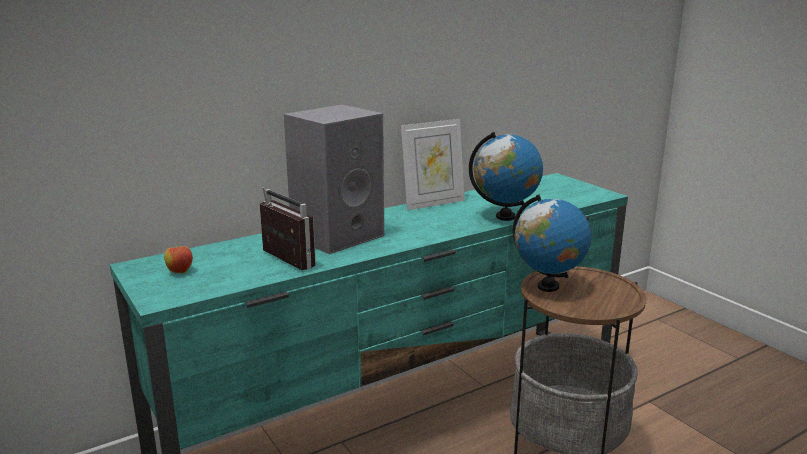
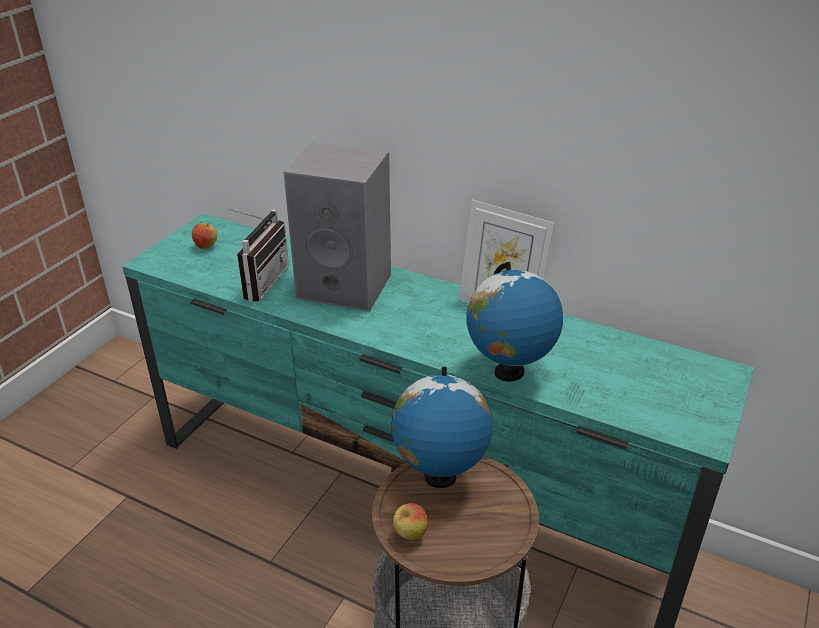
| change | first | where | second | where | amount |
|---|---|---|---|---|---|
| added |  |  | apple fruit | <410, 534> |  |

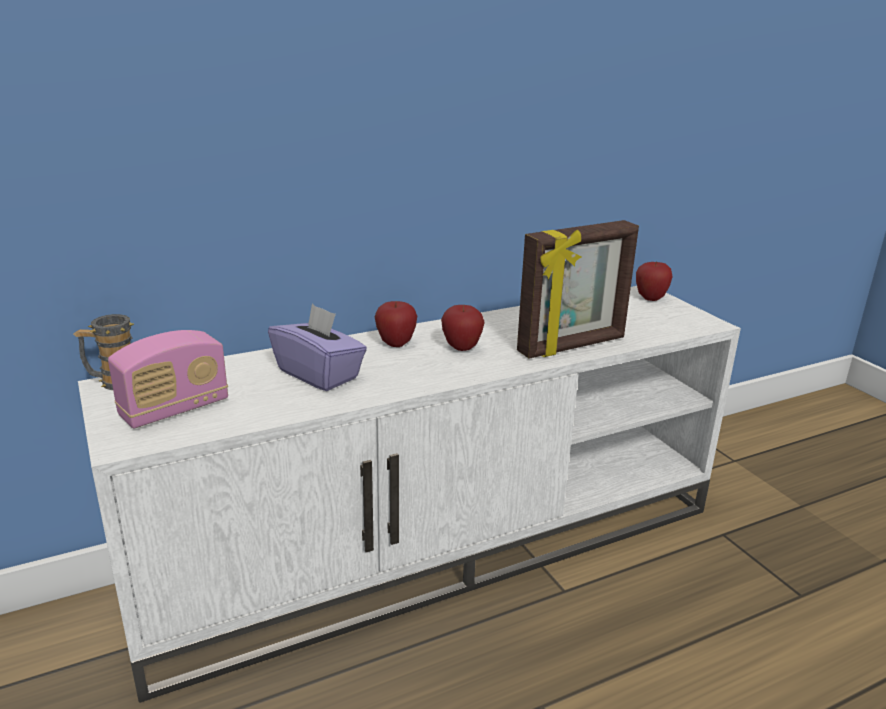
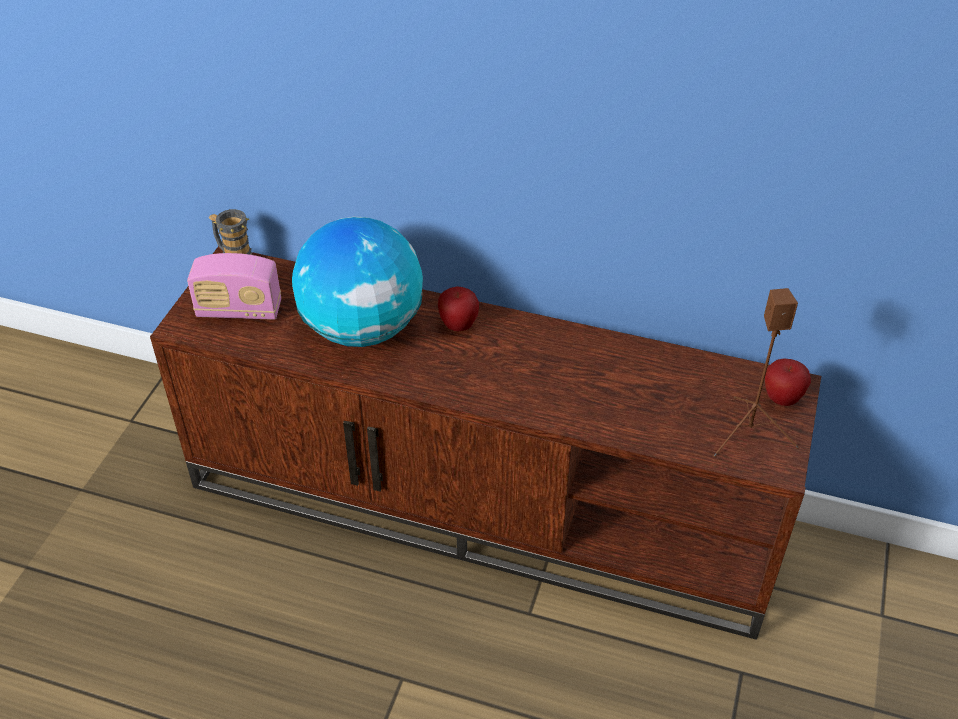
| change | first | where | second | where | amount |
|---|---|---|---|---|---|
| removed | apple fruit | <461, 348> |  |  |  |
| removed | standing frame | <572, 346> |  |  |  |
| added |  |  | brown-coloured speaker | <750, 433> |  |
| replaced | purplish tissue holder | <319, 374> | globe | <362, 328> |  |
| recoloured | white-coloured tv stand | <437, 546> | brown-coloured tv stand | <484, 505> |  |

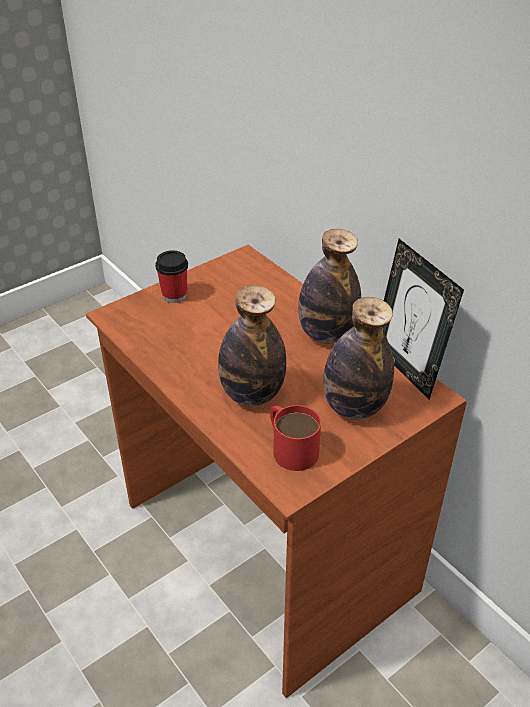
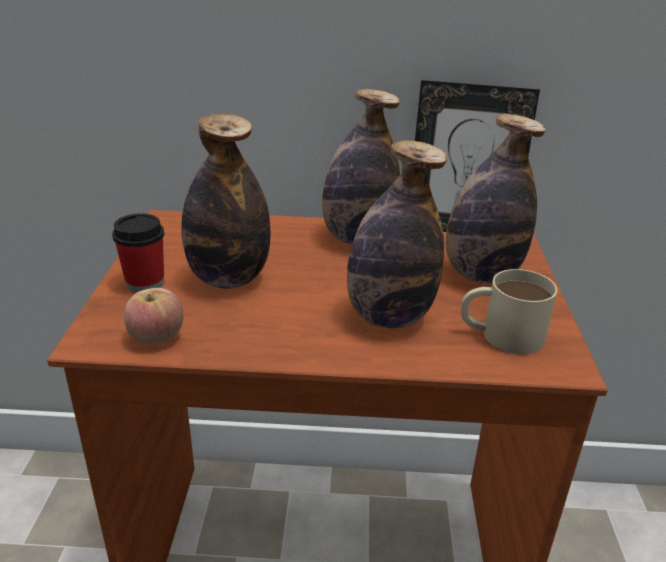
| change | first | where | second | where | amount |
|---|---|---|---|---|---|
| added |  |  | apple fruit | <156, 337> |  |
| added |  |  | drink bottle | <228, 279> |  |
| recoloured | red-coloured coffee mug | <290, 447> | beige-coloured coffee mug | <500, 334> |  |

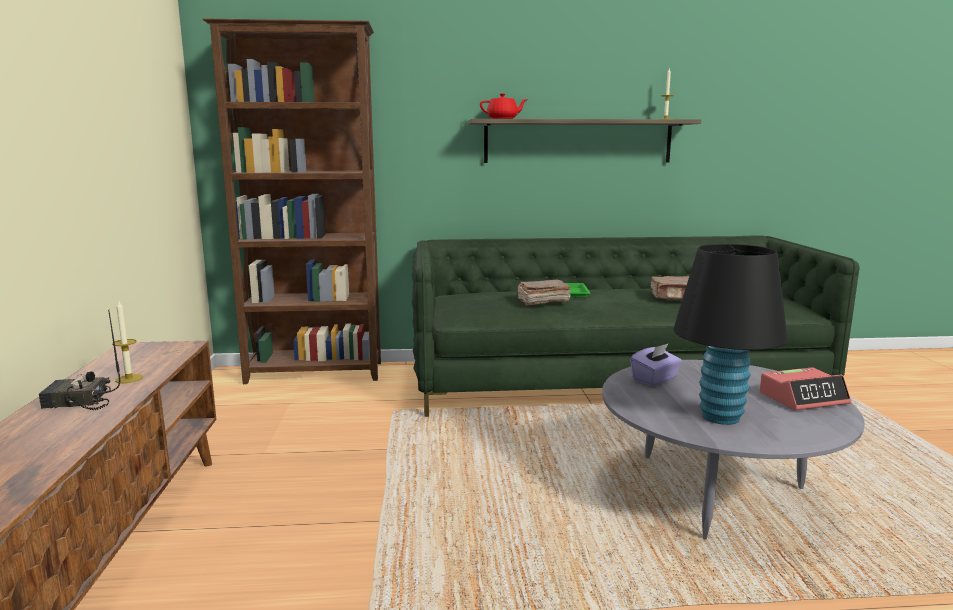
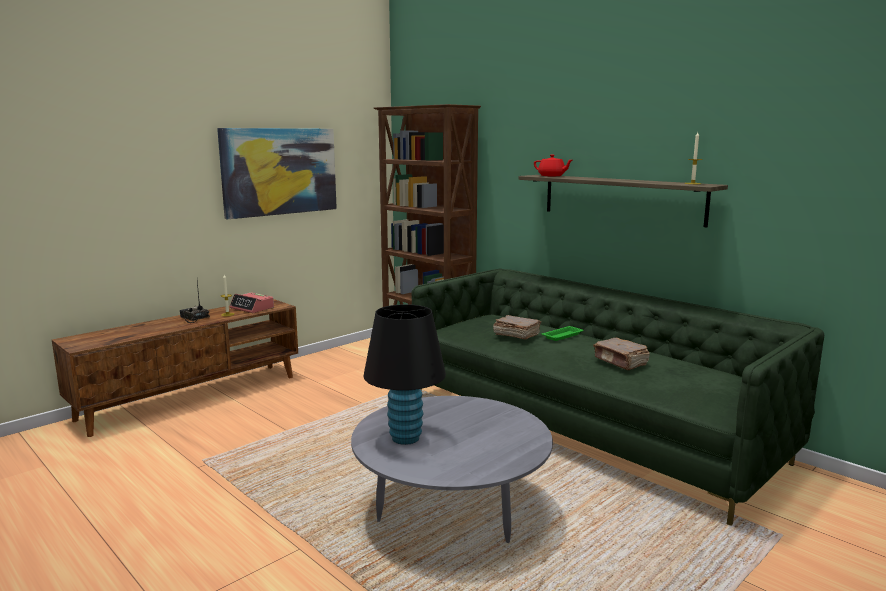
| change | first | where | second | where | amount |
|---|---|---|---|---|---|
| removed | purplish tissue holder | <655, 379> |  |  |  |
| added |  |  | wall art | <280, 171> |  |
| moved | alarm clock | <803, 398> |  | <252, 308> |  |

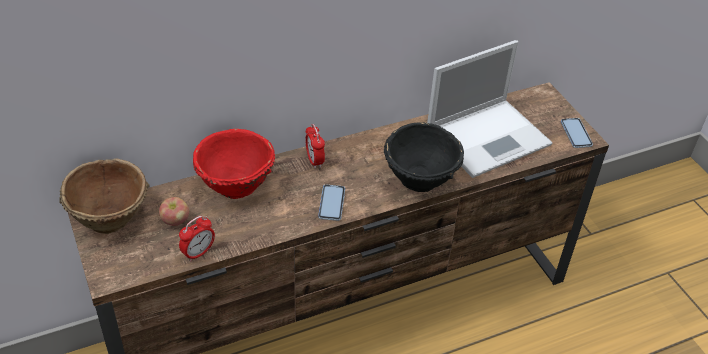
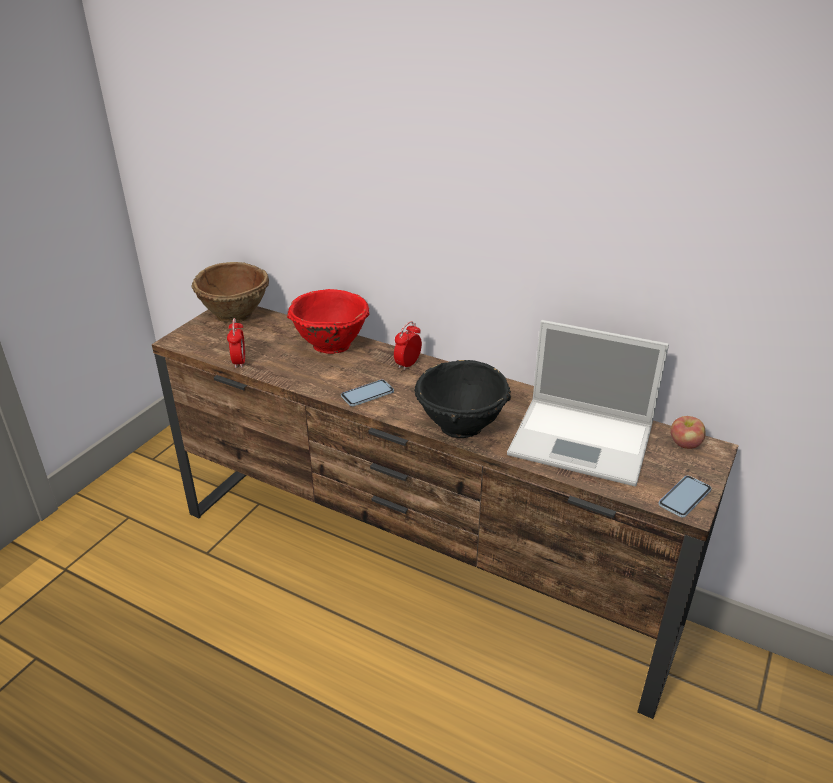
| change | first | where | second | where | amount |
|---|---|---|---|---|---|
| moved | apple fruit | <175, 221> |  | <685, 444> |  |
| turned | alarm clock | <198, 253> |  | <239, 362> | 105 degrees counterclockwise |

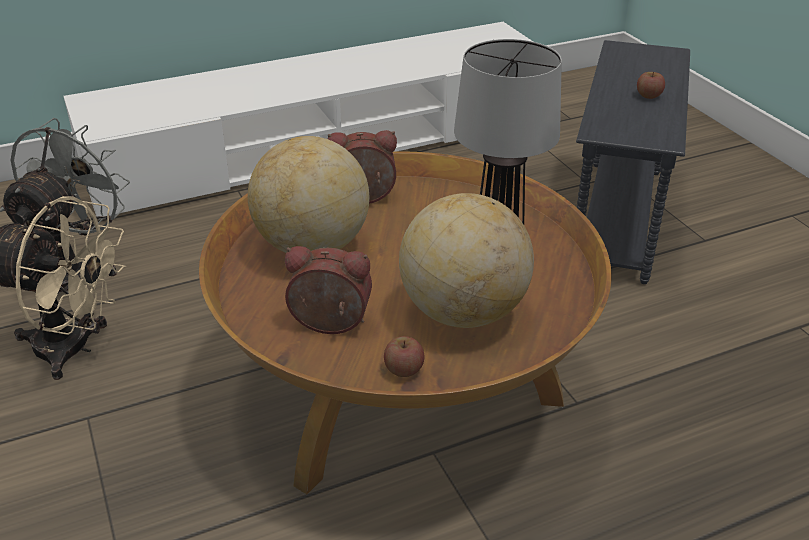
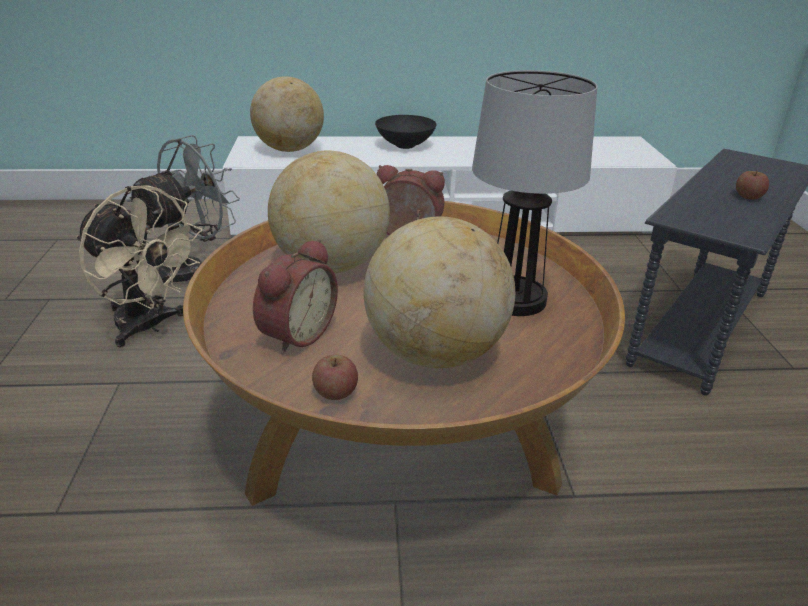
| change | first | where | second | where | amount |
|---|---|---|---|---|---|
| added |  |  | globe | <290, 150> |  |
| added |  |  | blackish serving bowl | <404, 145> |  |
| turned | alarm clock | <330, 325> |  | <294, 334> | 90 degrees clockwise |

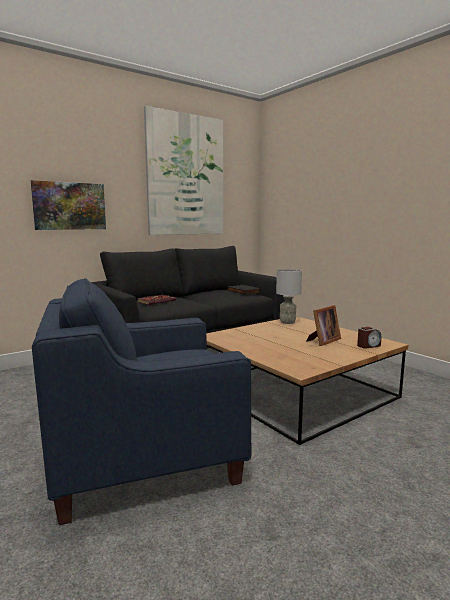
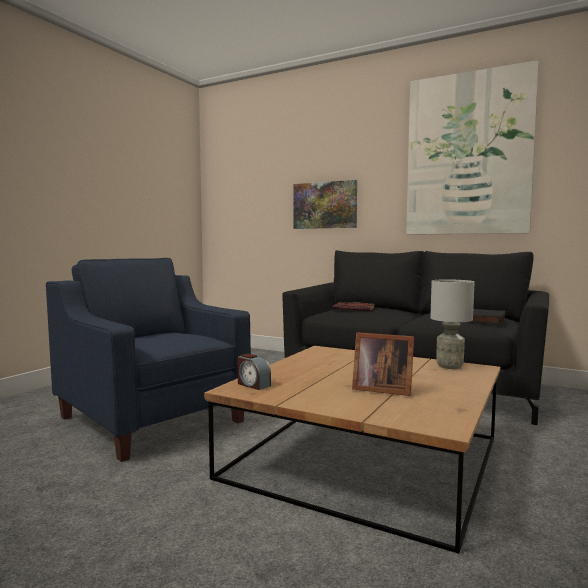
| change | first | where | second | where | amount |
|---|---|---|---|---|---|
| moved | alarm clock | <368, 346> |  | <253, 385> |  |

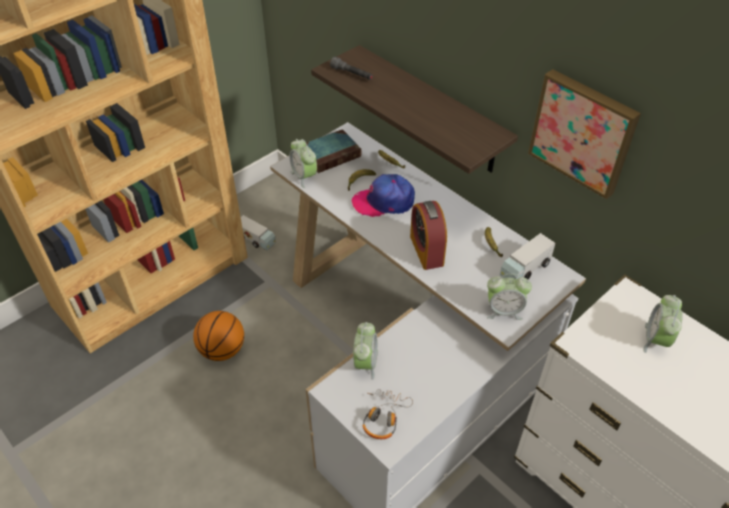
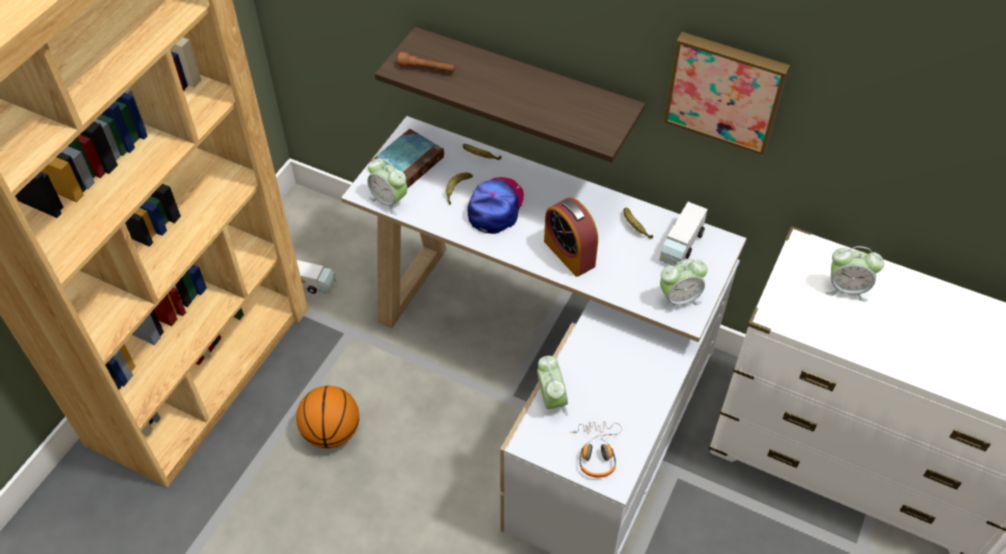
| change | first | where | second | where | amount |
|---|---|---|---|---|---|
| recoloured | gray flashlight | <352, 74> | brown-coloured flashlight | <427, 69> |  |
| turned | cap | <384, 201> |  | <496, 207> | 135 degrees clockwise |
| turned | alarm clock | <656, 340> |  | <846, 288> | 75 degrees counterclockwise |

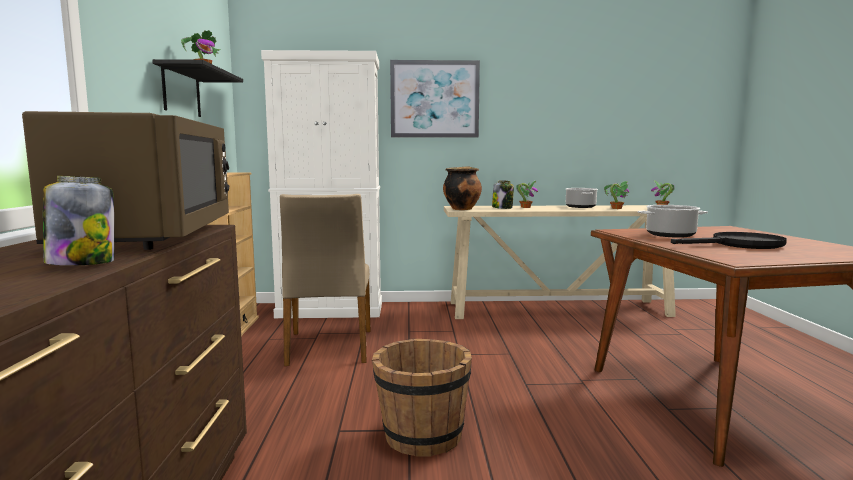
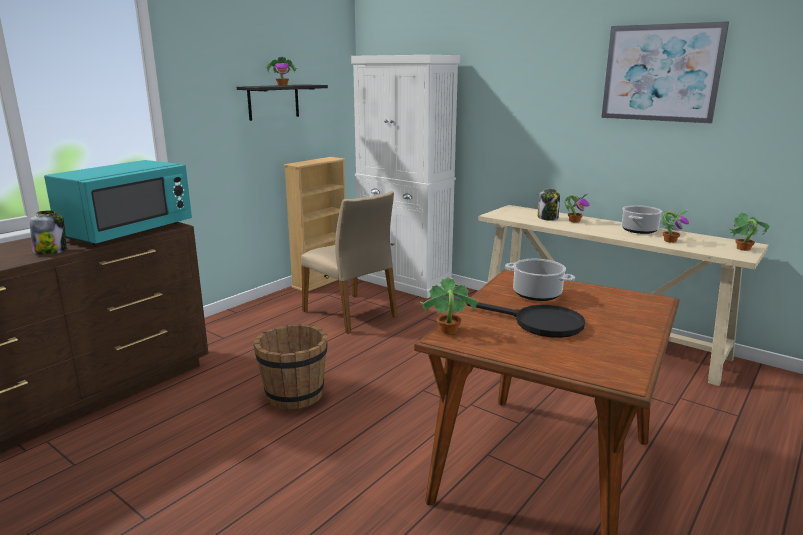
| change | first | where | second | where | amount |
|---|---|---|---|---|---|
| removed | cooking pot | <462, 209> |  |  |  |
| added |  |  | potted plant | <447, 330> |  |
| moved | wall art | <434, 99> |  | <661, 73> |  |
| recoloured | brown-coloured kitchen microwave | <151, 236> | turquoise-coloured kitchen microwave | <128, 232> |  |
| turned | beige-coloured upright chair | <329, 347> |  | <351, 313> | 75 degrees counterclockwise |

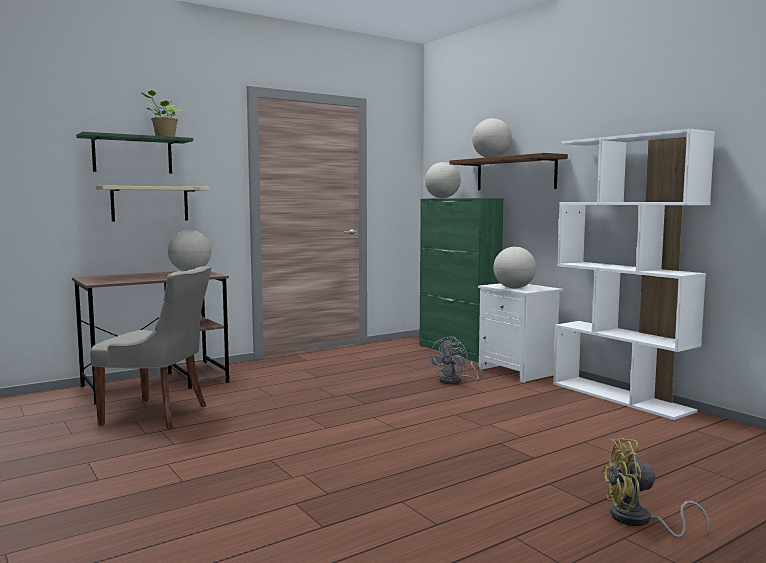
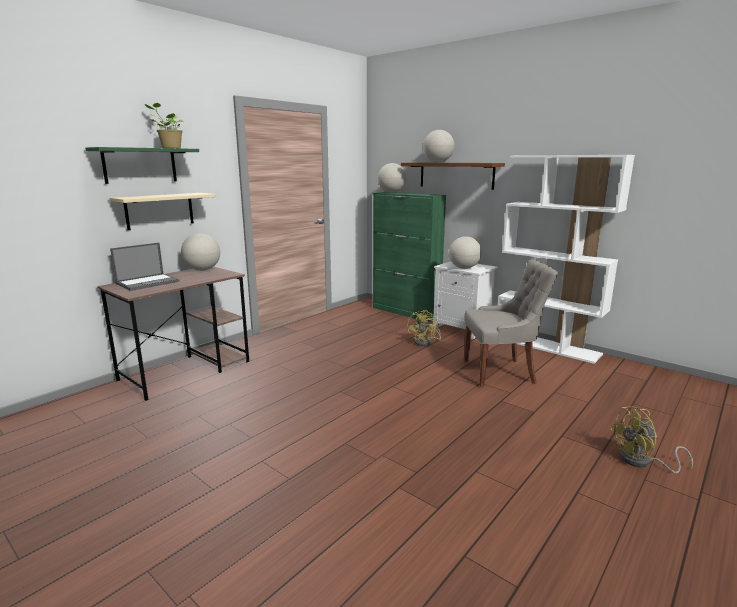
| change | first | where | second | where | amount |
|---|---|---|---|---|---|
| added |  |  | portable computer | <148, 282> |  |
| moved | gray upright chair | <158, 414> |  | <501, 372> |  |
| recoloured | gray fan | <455, 381> | yellow fan | <425, 342> |  |

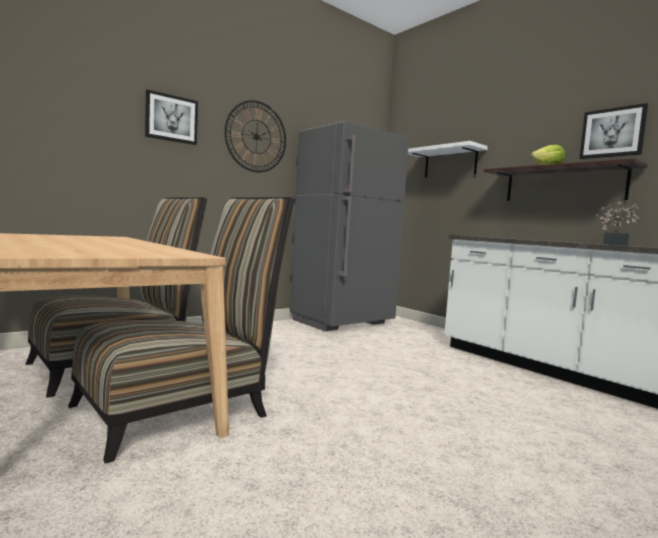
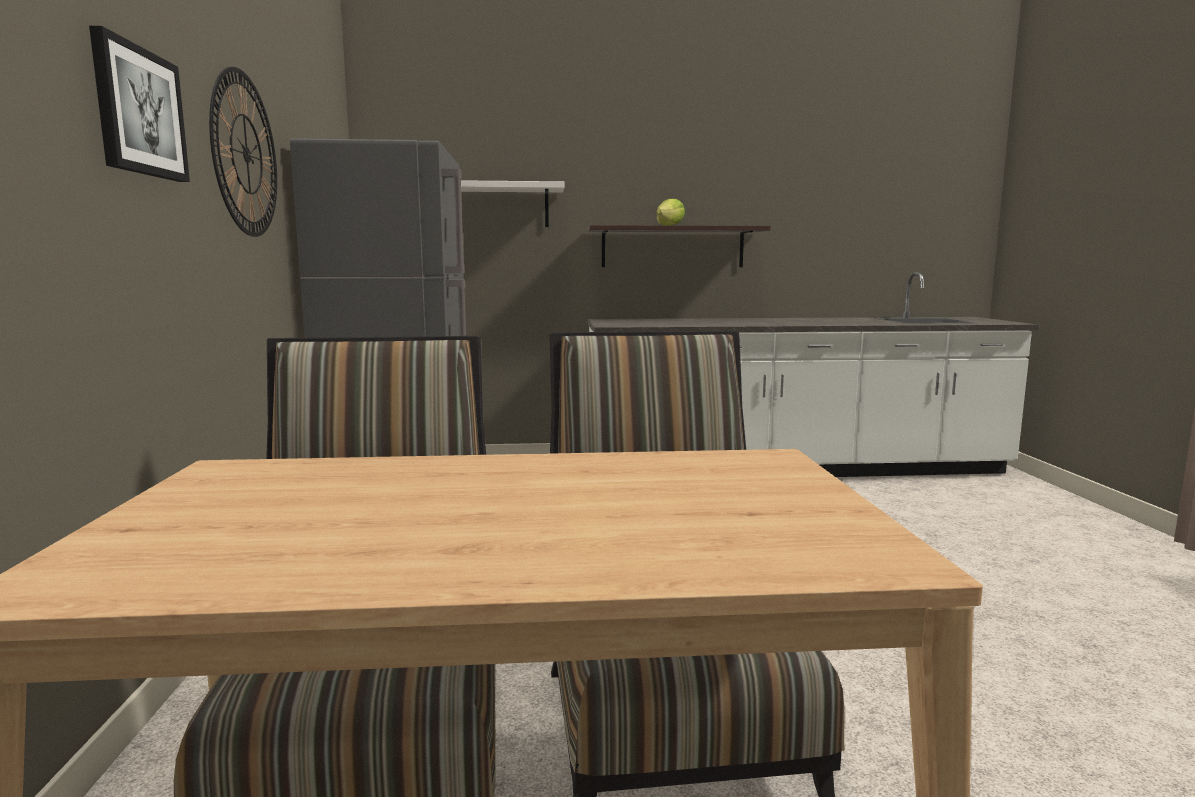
| change | first | where | second | where | amount |
|---|---|---|---|---|---|
| removed | wall art | <612, 133> |  |  |  |
| removed | potted plant | <615, 244> |  |  |  |

